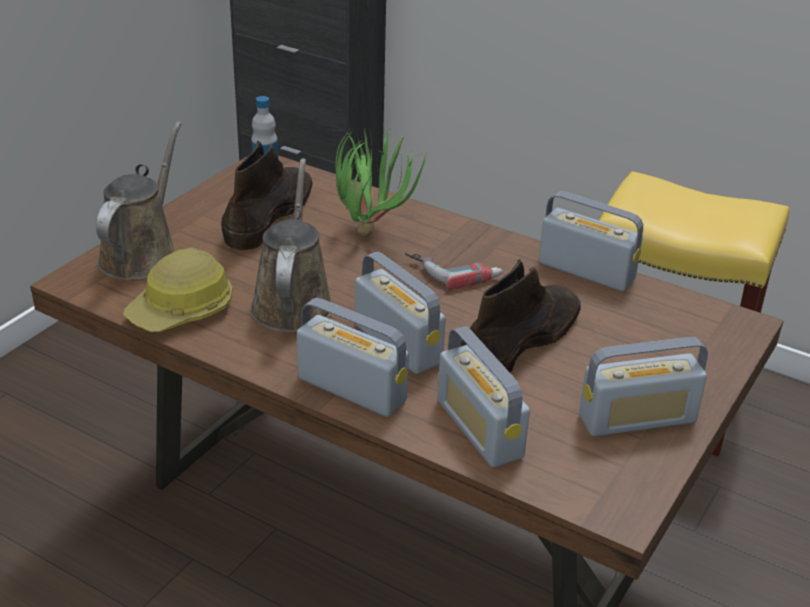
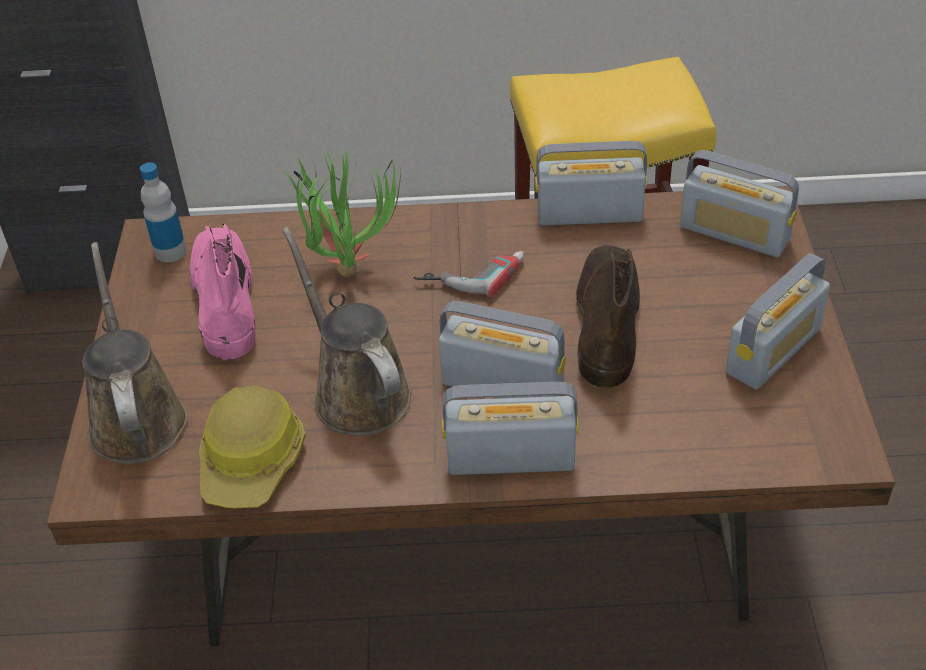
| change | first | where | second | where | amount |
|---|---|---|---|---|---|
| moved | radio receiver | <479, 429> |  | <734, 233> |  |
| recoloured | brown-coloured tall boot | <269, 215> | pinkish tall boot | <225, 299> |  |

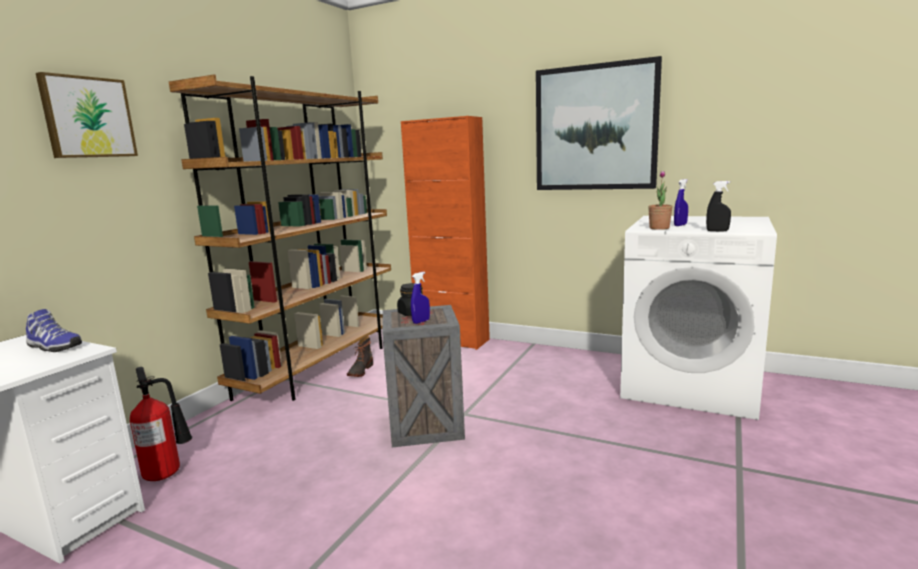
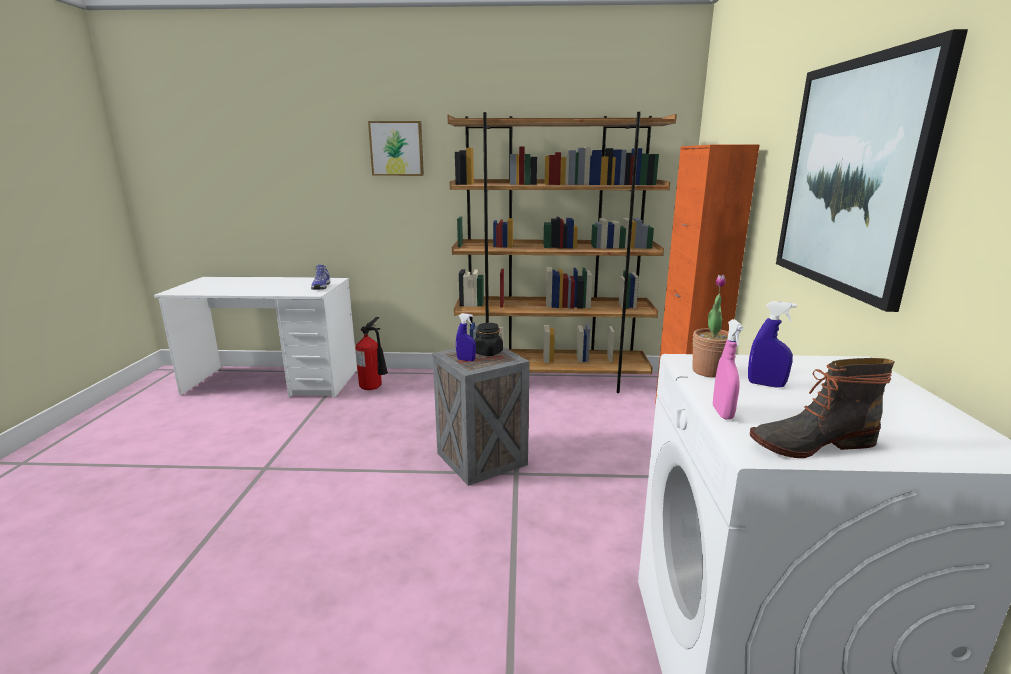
| change | first | where | second | where | amount |
|---|---|---|---|---|---|
| moved | tall boot | <360, 371> |  | <810, 442> |  |
| recoloured | blackish sprayer | <717, 231> | pinkish sprayer | <722, 413> |  |

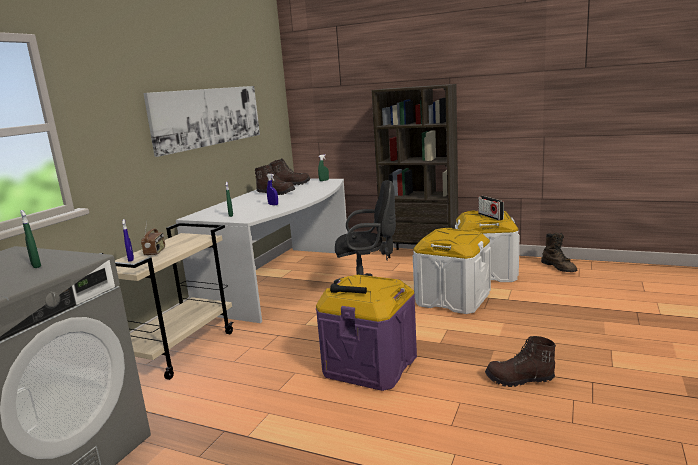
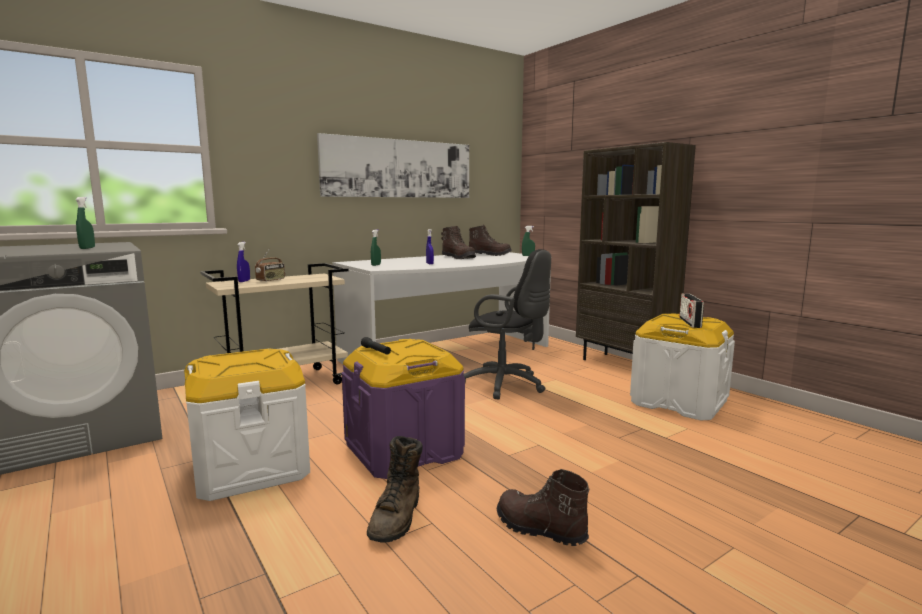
| change | first | where | second | where | amount |
|---|---|---|---|---|---|
| moved | white-coloured storage container | <452, 299> |  | <250, 468> |  |
| moved | brown-coloured tall boot | <559, 268> |  | <397, 518> |  |

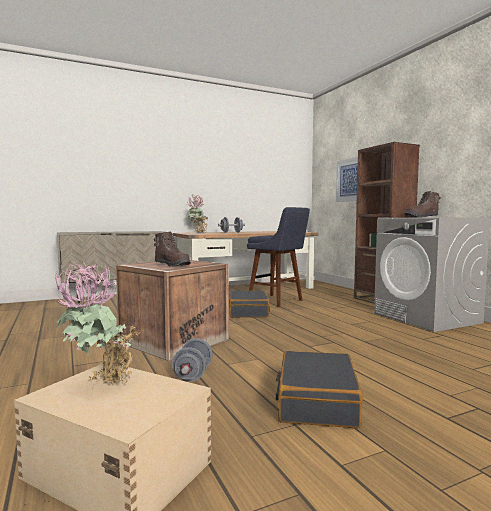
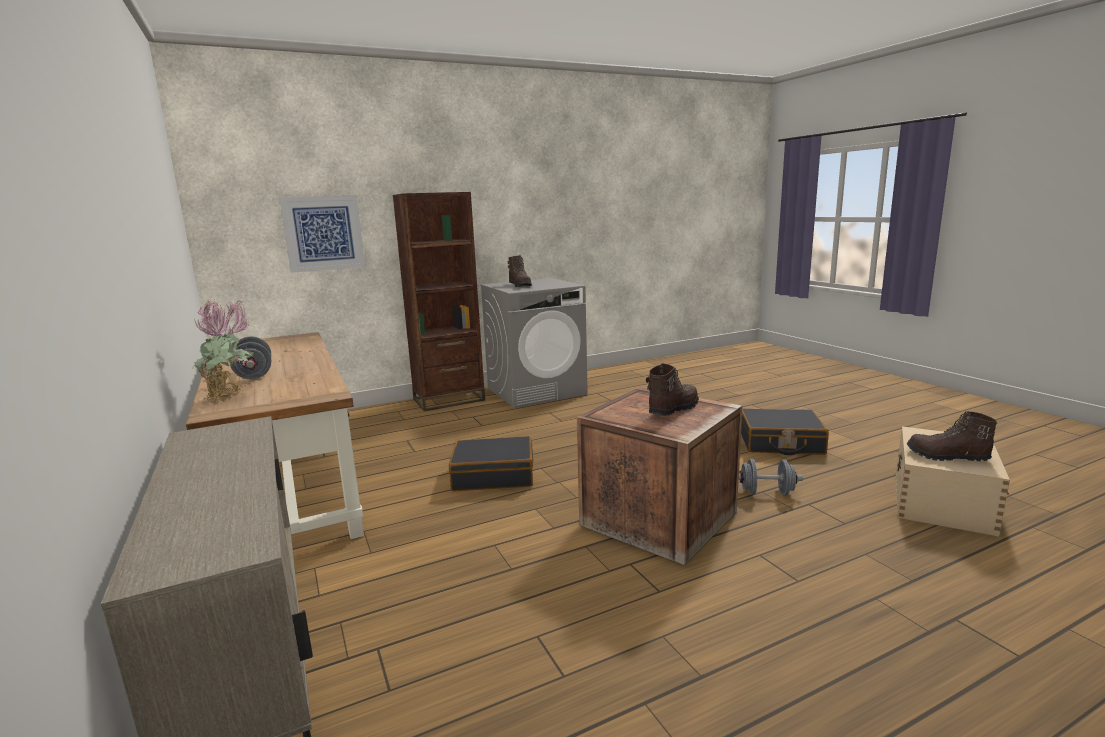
| change | first | where | second | where | amount |
|---|---|---|---|---|---|
| removed | blue sitting stool | <278, 301> |  |  |  |
| replaced | potted plant | <99, 384> | brown-coloured tall boot | <947, 457> |  |

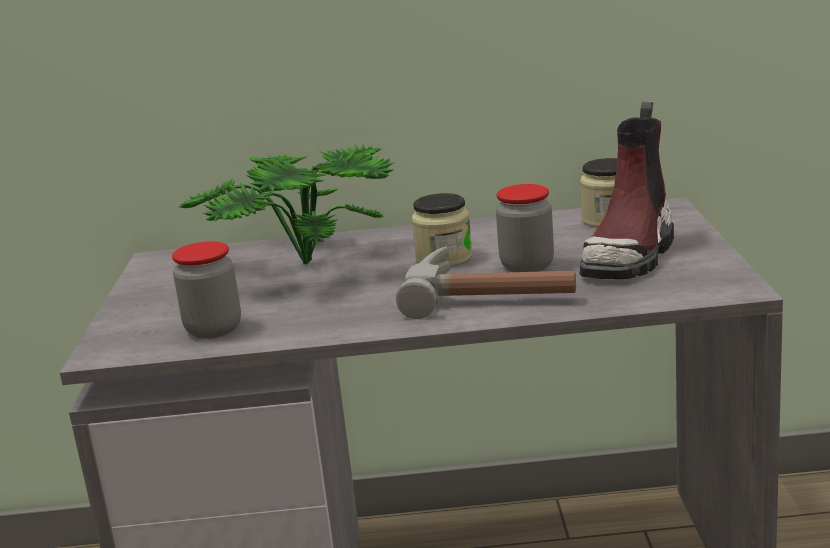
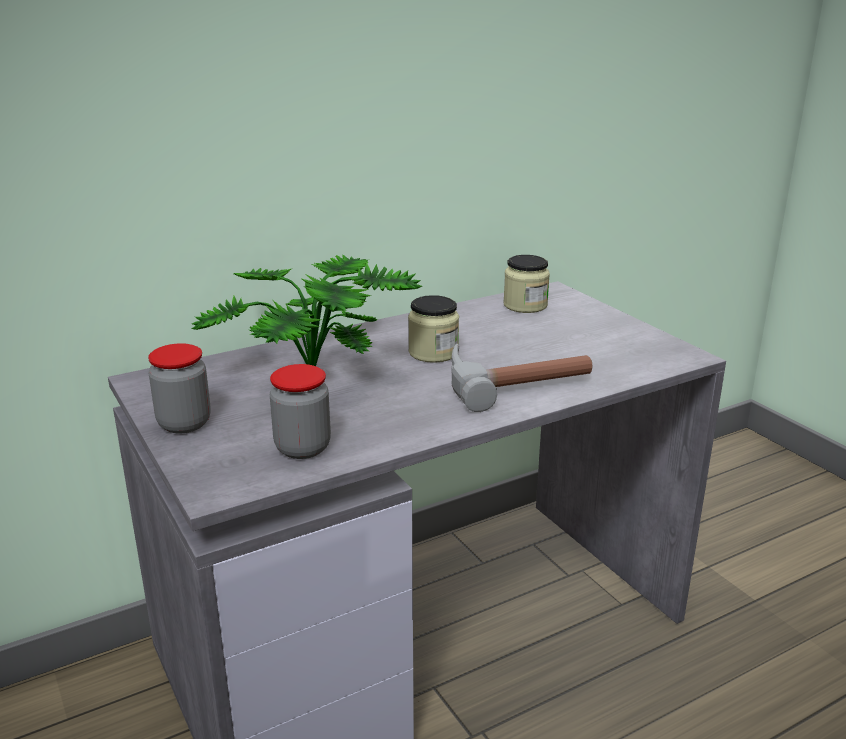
| change | first | where | second | where | amount |
|---|---|---|---|---|---|
| removed | tall boot | <630, 256> |  |  |  |
| moved | storage jar | <527, 266> |  | <184, 423> |  |

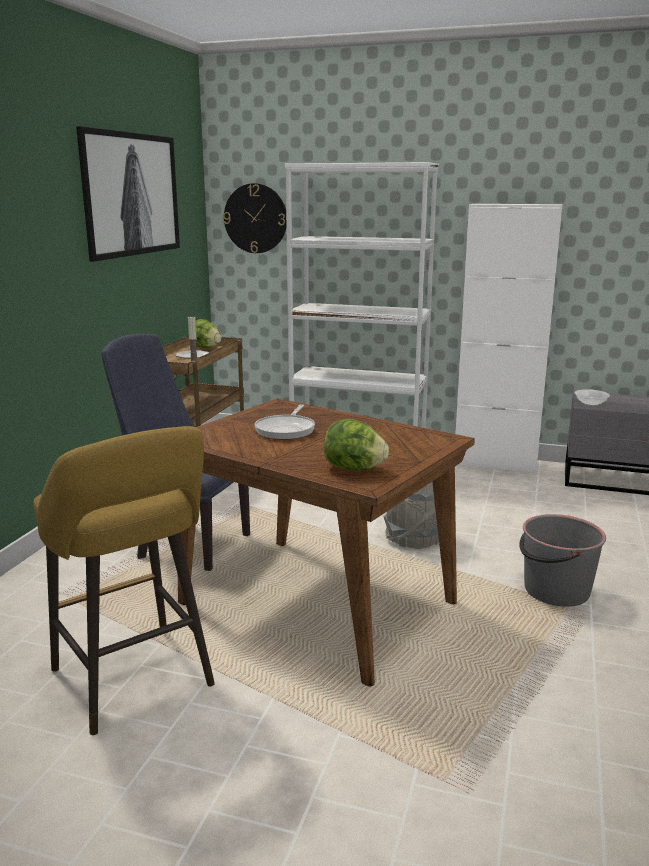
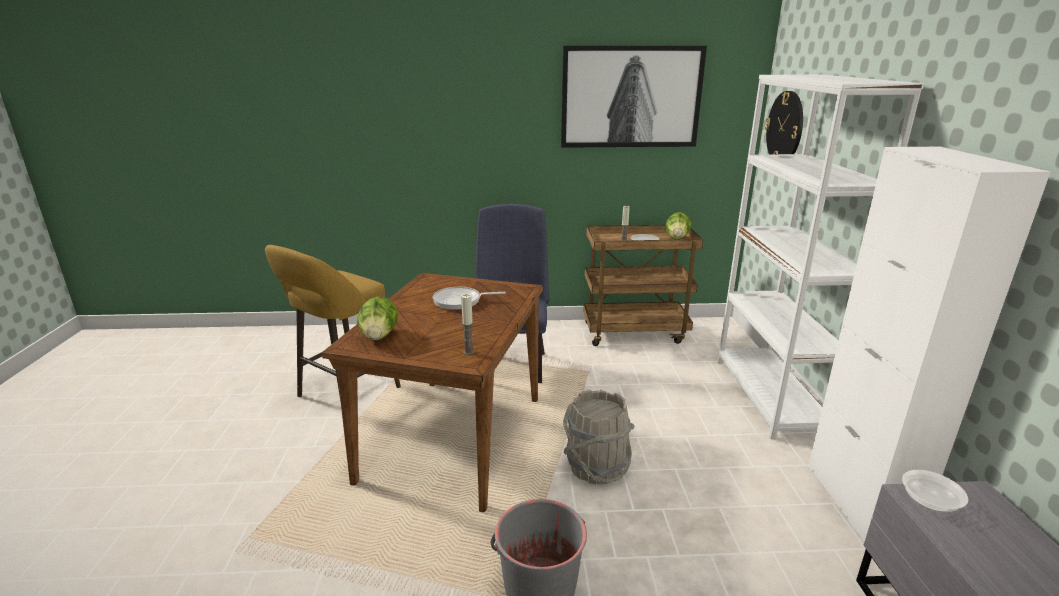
| change | first | where | second | where | amount |
|---|---|---|---|---|---|
| added |  |  | wax light | <468, 352> |  |

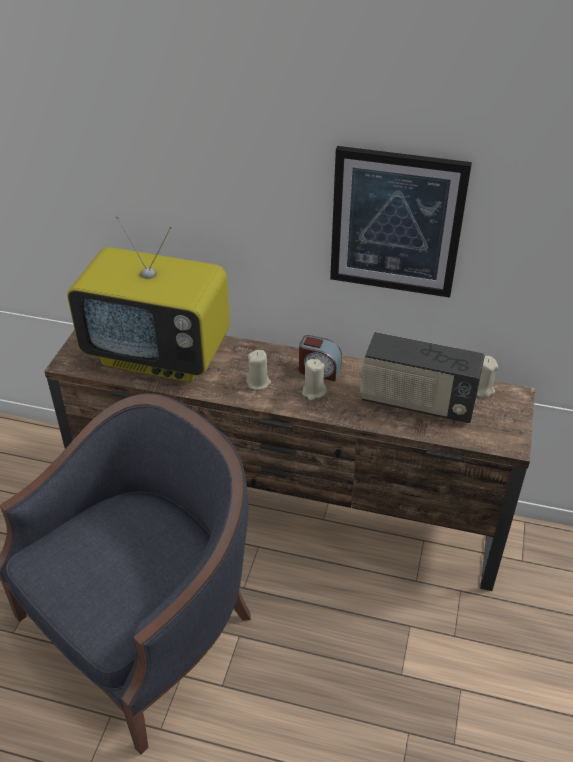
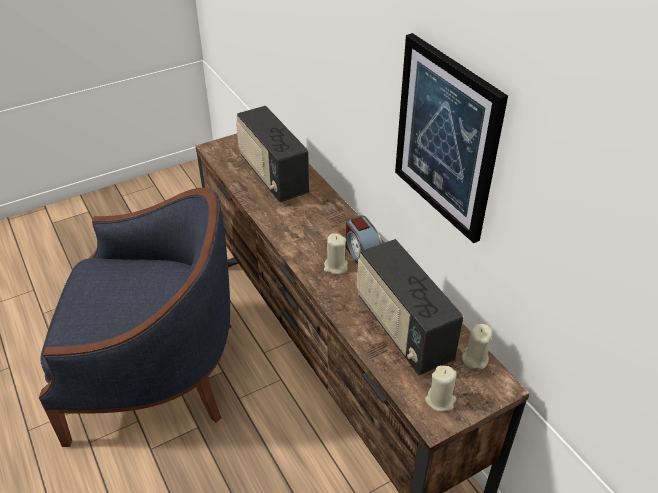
| change | first | where | second | where | amount |
|---|---|---|---|---|---|
| moved | beige-coloured wax light | <258, 382> |  | <440, 400> |  |
| replaced | television | <160, 355> | radio receiver | <272, 176> |  |

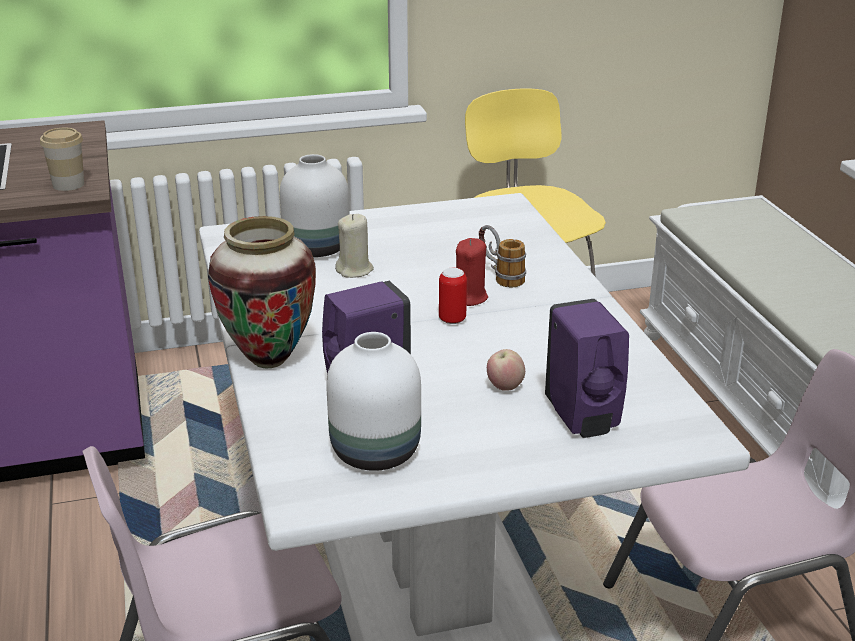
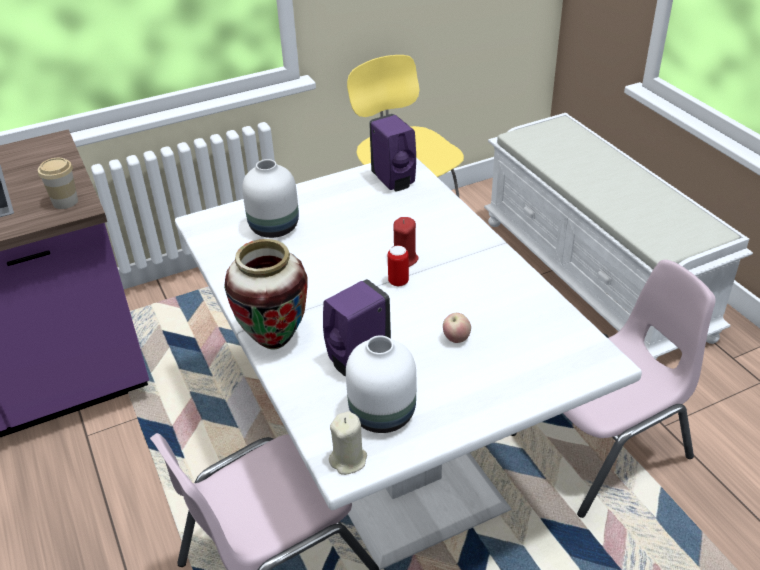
| change | first | where | second | where | amount |
|---|---|---|---|---|---|
| removed | coffee mug | <499, 276> |  |  |  |
| moved | beige-coloured wax light | <355, 270> |  | <348, 460> |  |
| moved | purplish liquid soap bottle | <583, 419> |  | <394, 181> |  |

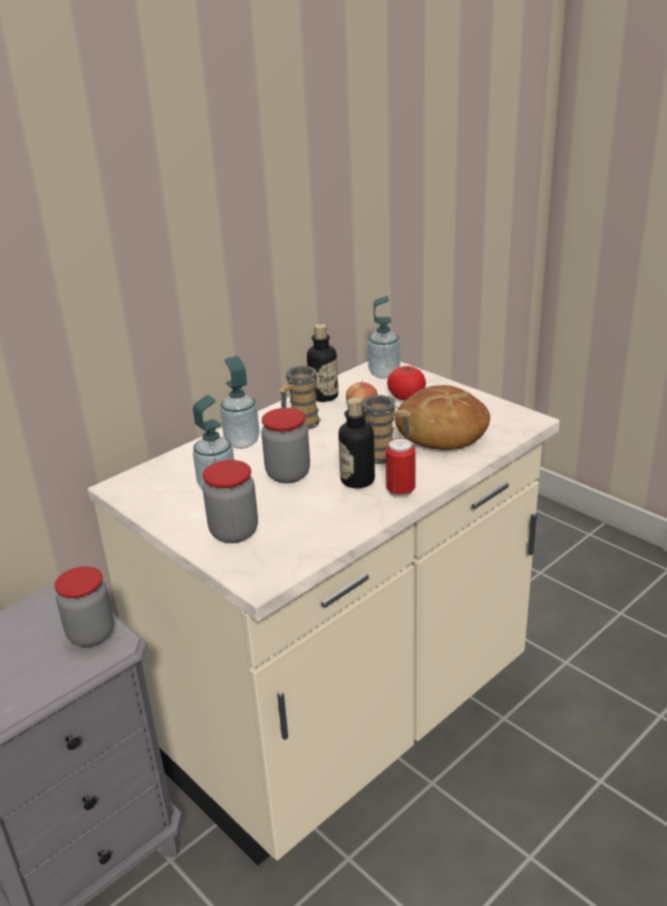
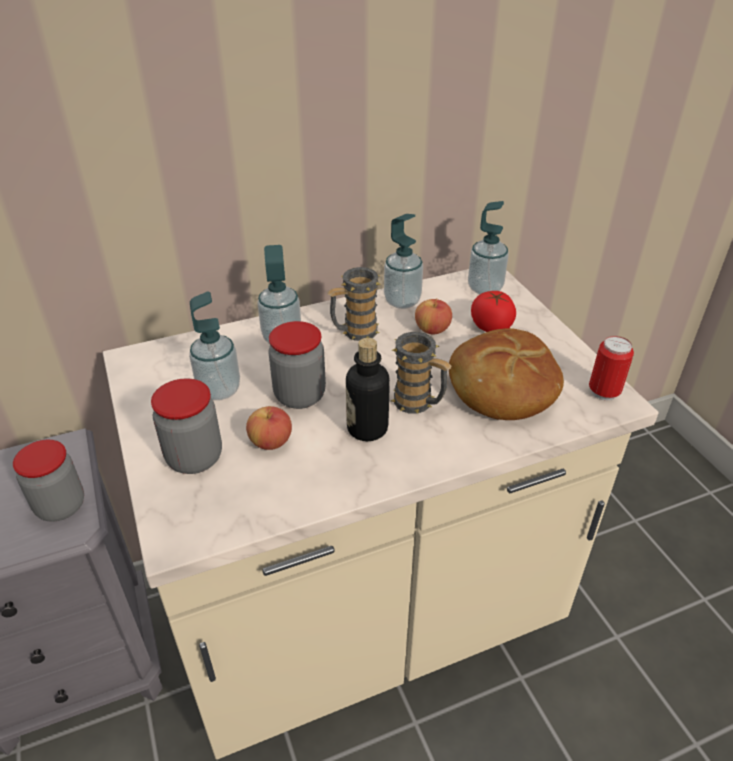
| change | first | where | second | where | amount |
|---|---|---|---|---|---|
| added |  |  | apple fruit | <271, 442> |  |
| moved | can | <400, 491> |  | <604, 392> |  |
| replaced | drink bottle | <324, 396> | liquid soap bottle | <402, 301> |  |

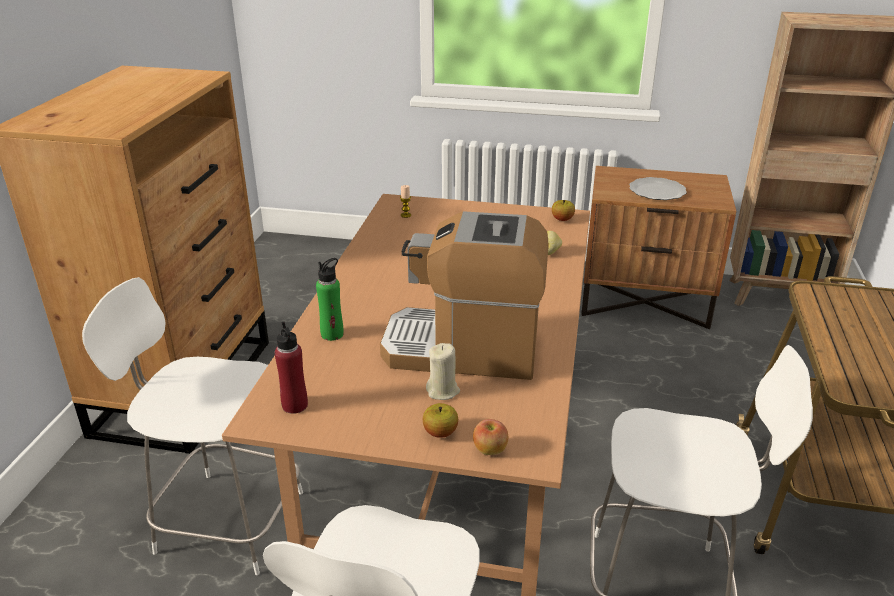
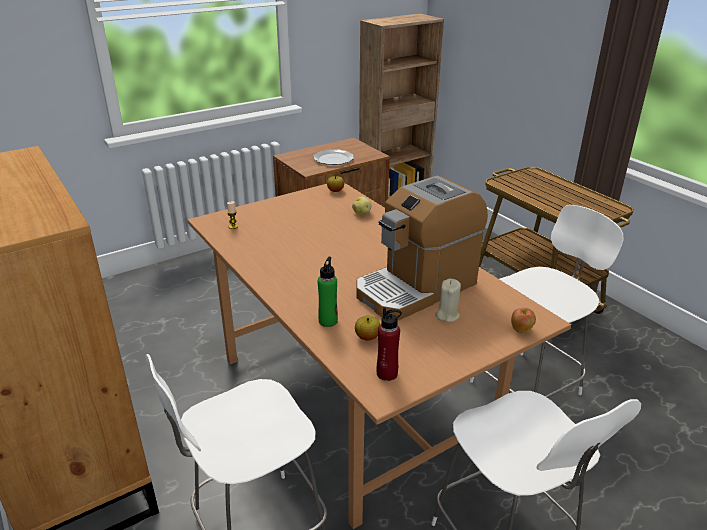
| change | first | where | second | where | amount |
|---|---|---|---|---|---|
| moved | apple fruit | <440, 432> |  | <367, 337> |  |

